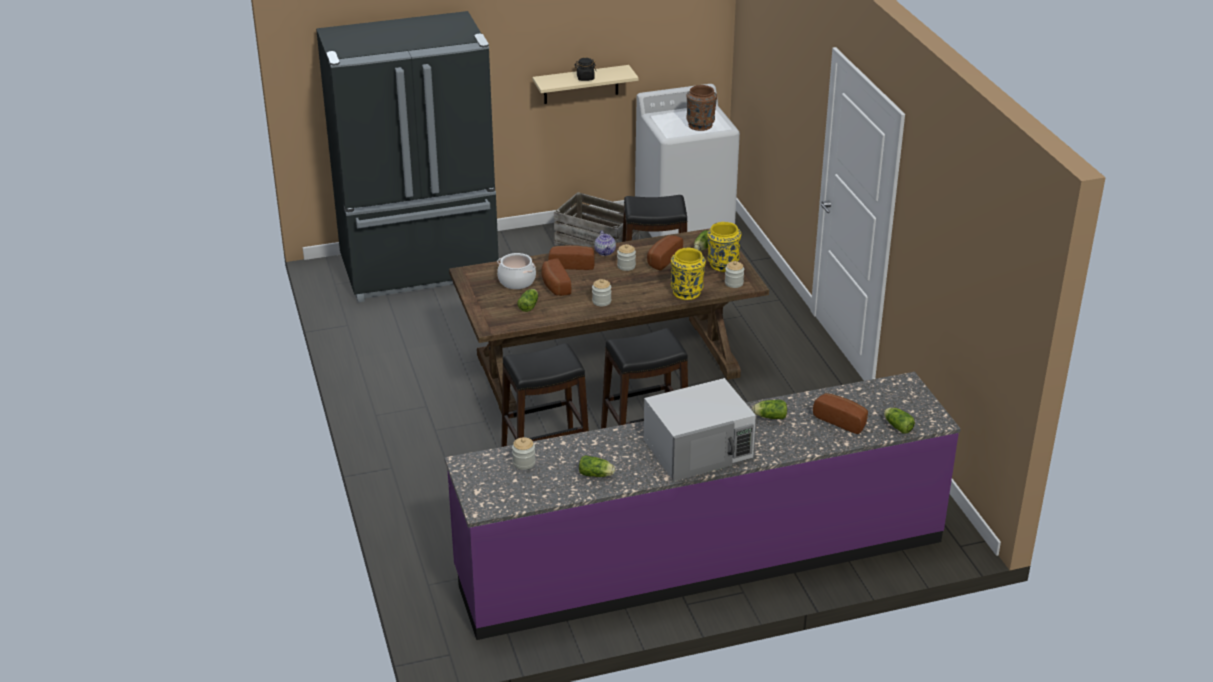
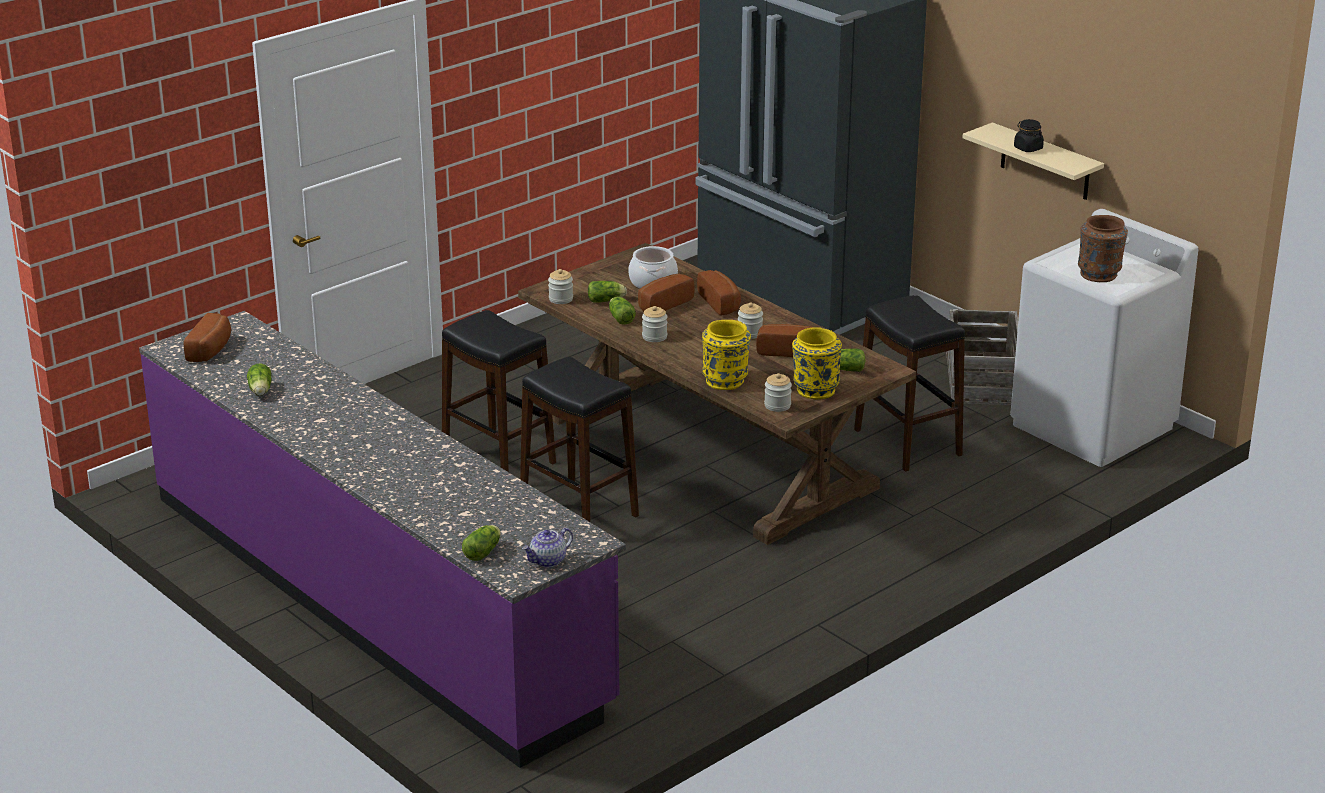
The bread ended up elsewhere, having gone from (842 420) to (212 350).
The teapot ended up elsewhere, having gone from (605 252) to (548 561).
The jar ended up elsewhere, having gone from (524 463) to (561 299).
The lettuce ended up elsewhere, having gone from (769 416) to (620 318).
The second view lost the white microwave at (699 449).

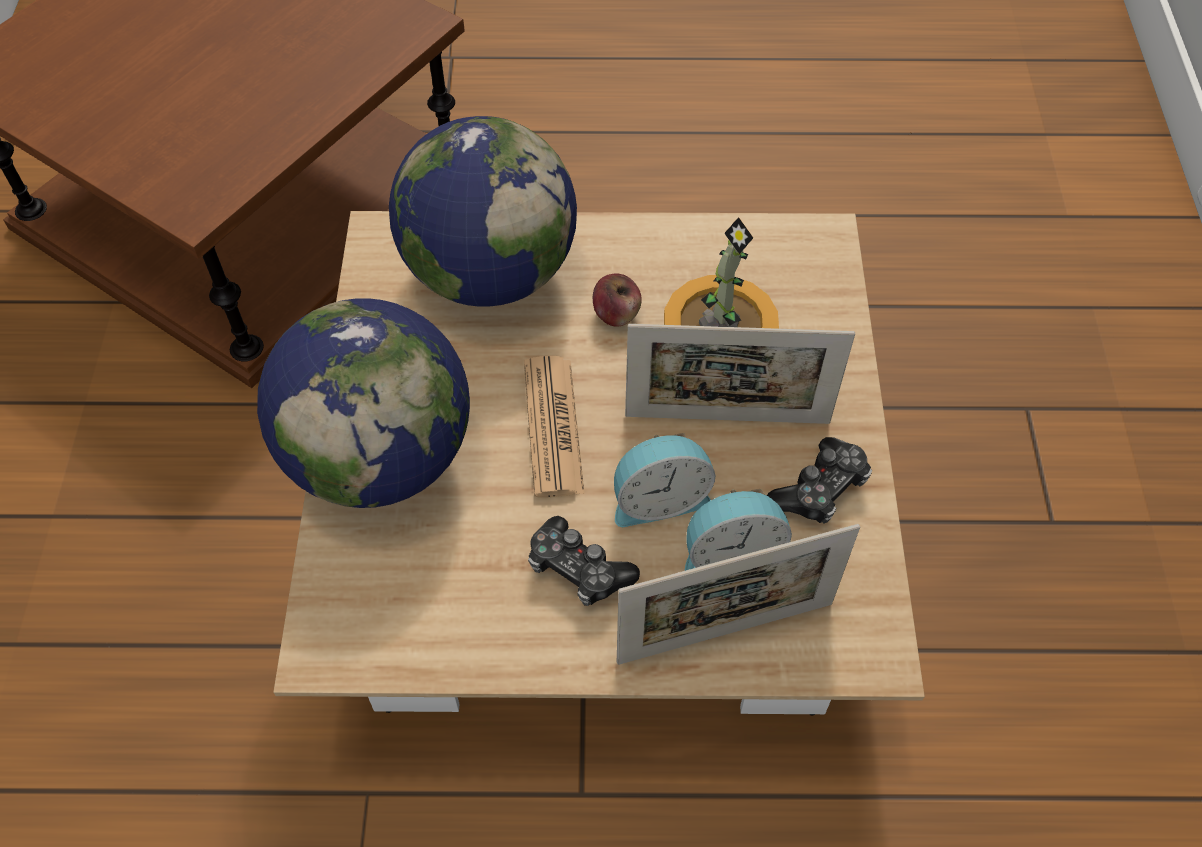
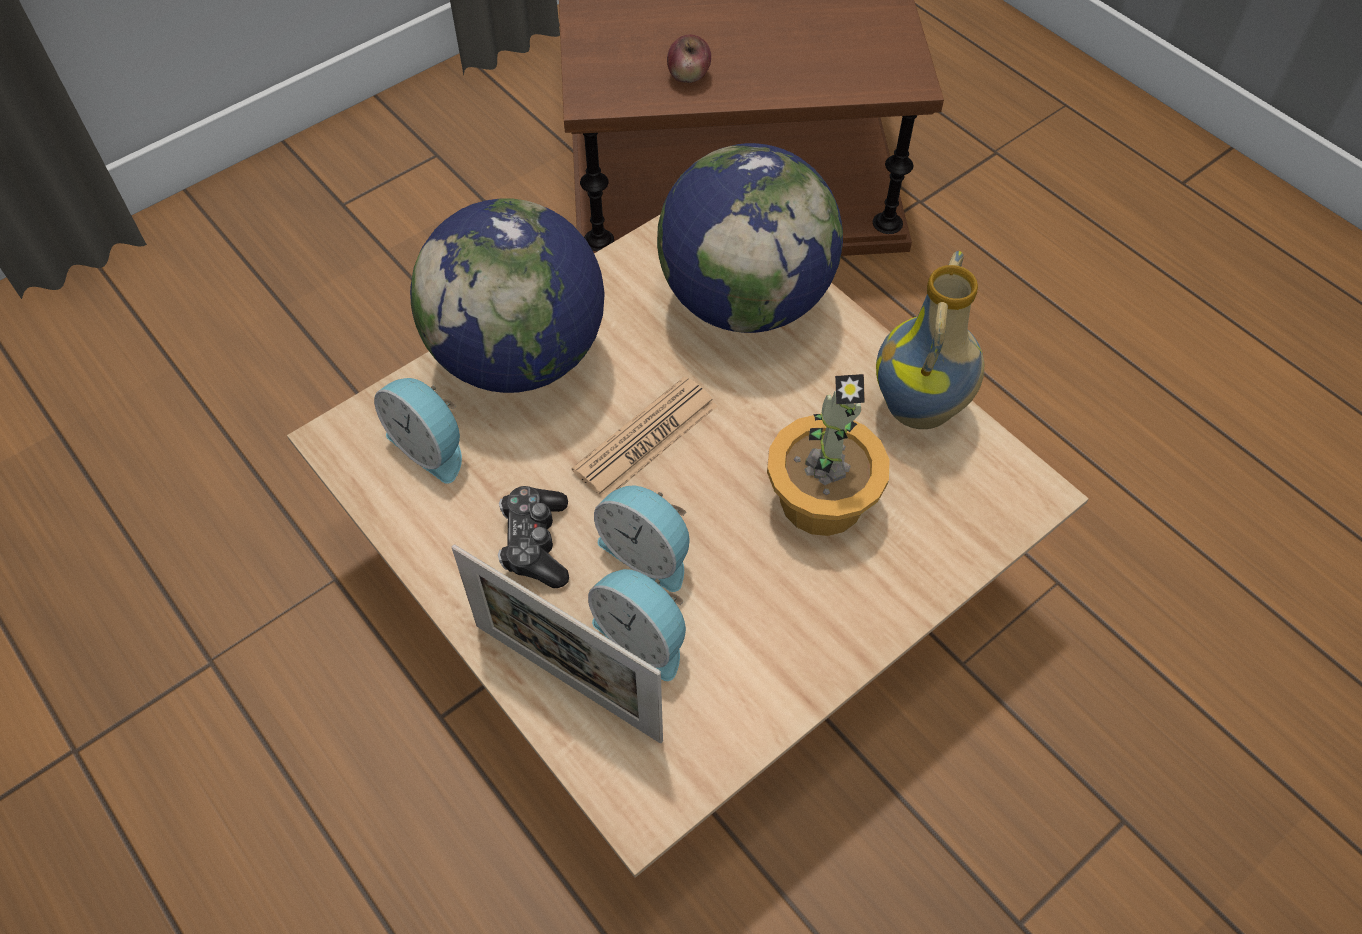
The second view gained the alarm clock at (430 446).
The apple ended up elsewhere, having gone from (616 314) to (689 76).
The second view gained the vase at (921 409).
The second view lost the picture frame at (727 419).
The second view lost the game controller at (820 490).

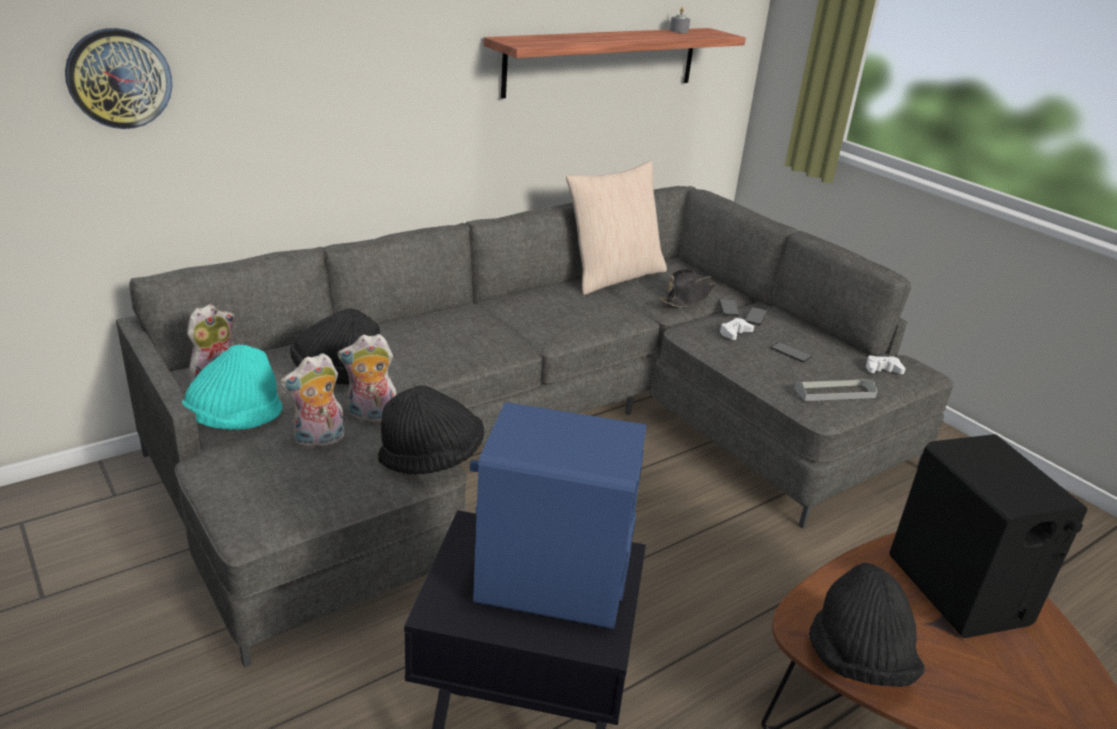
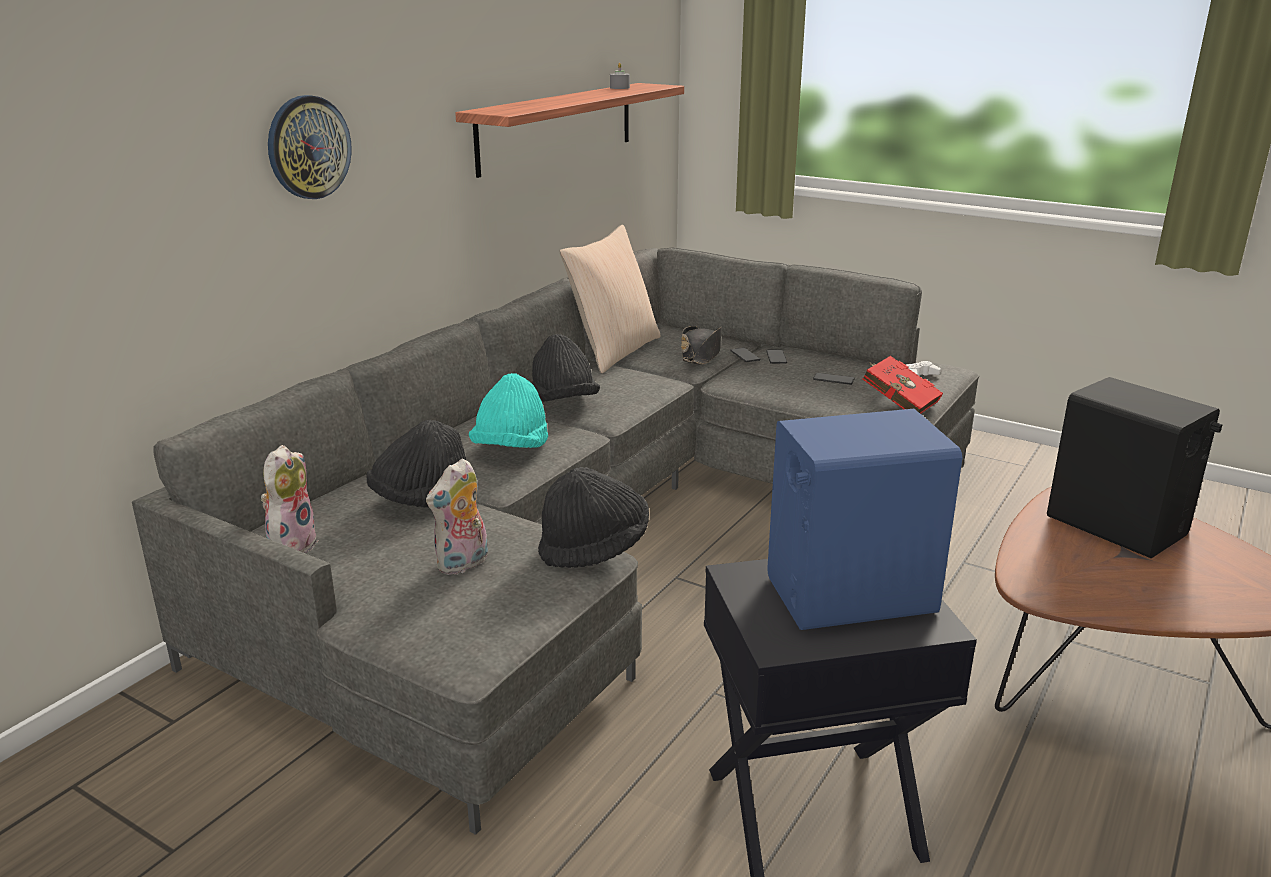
The wall clock ended up elsewhere, having gone from (119 78) to (308 147).
The turquoise hat ended up elsewhere, having gone from (234 421) to (511 449).
The black hat ended up elsewhere, having gone from (857 660) to (563 403).
Where the grey tray stood at (834 393), the red book came to stand at (897 402).
The second view lost the plush toy at (371 416).
The second view lost the white game controller at (735 333).

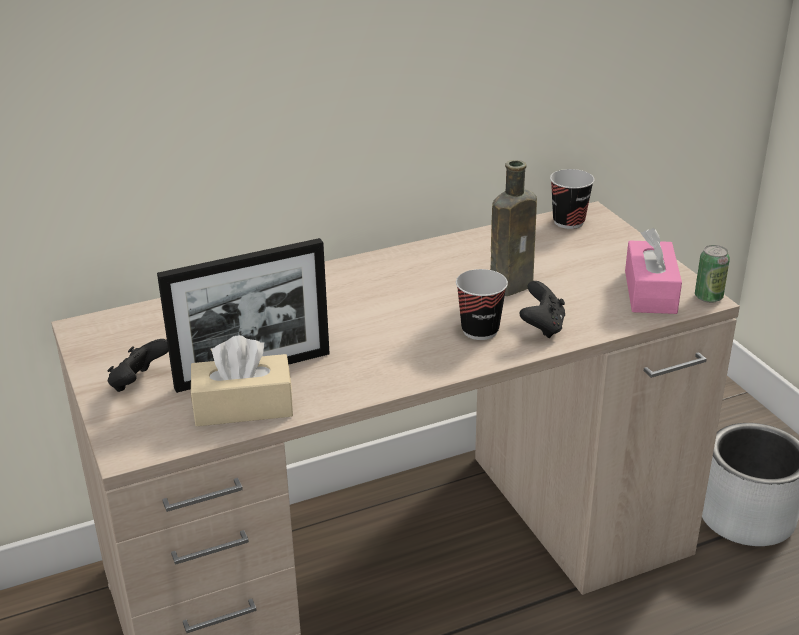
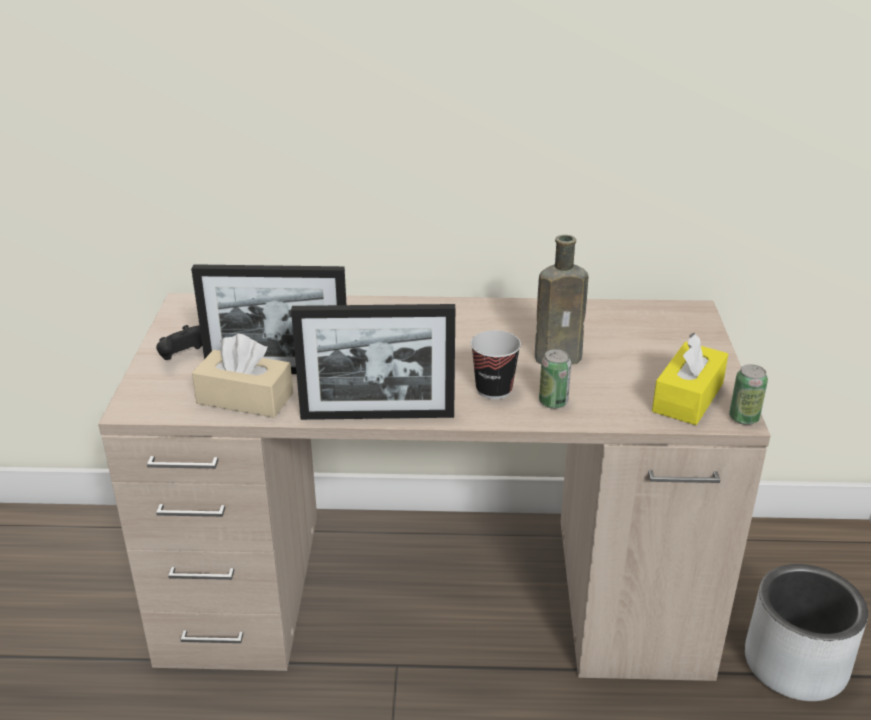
The second view gained the picture frame at (377 416).
Where the black game controller stood at (542 327), the can came to stand at (553 402).
What was the pink tissue box at (650 292) turned into the yellow tissue box at (688 397).
The second view lost the cup at (568 222).

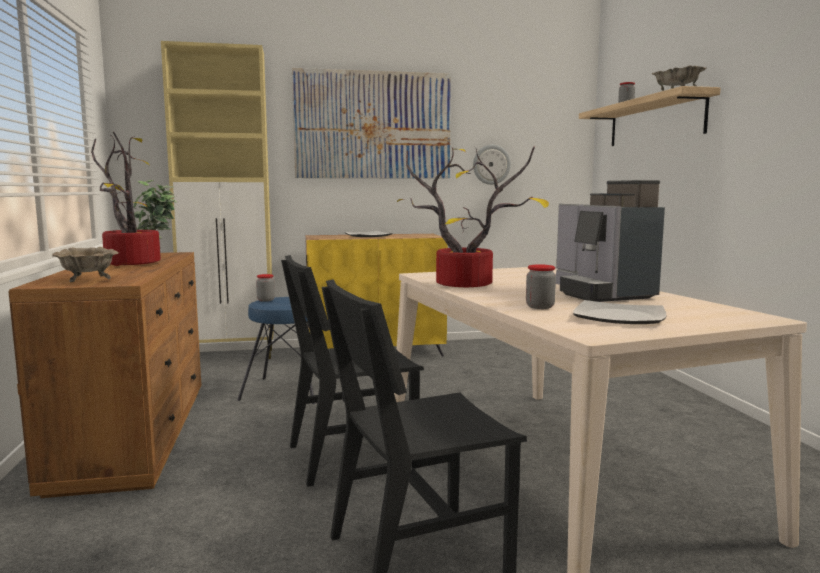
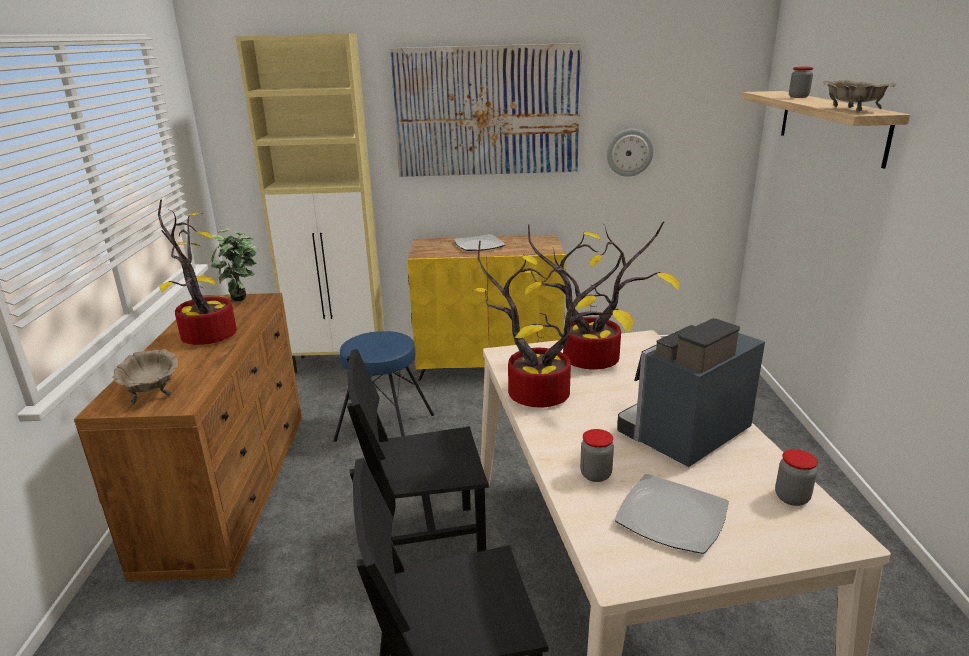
The second view gained the potted plant at (594 358).
The coffee machine at (601 294) ended up facing another way, 60 degrees clockwise from before.
The jar ended up elsewhere, having gone from (266 300) to (792 497).

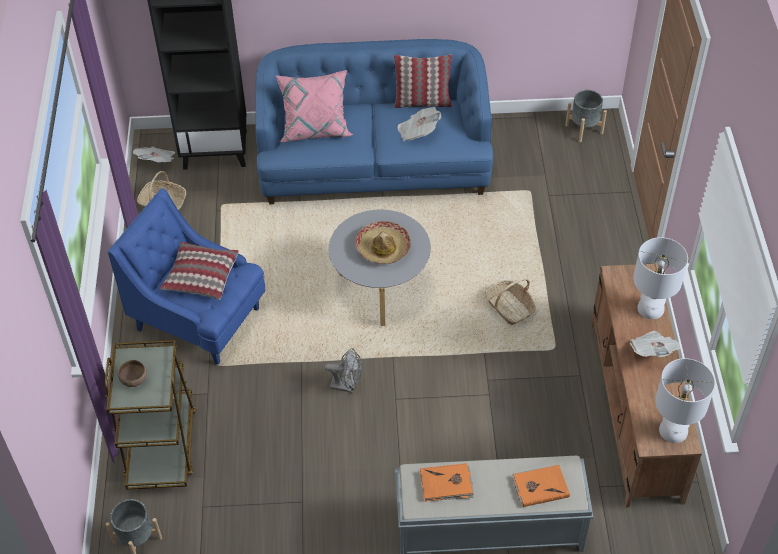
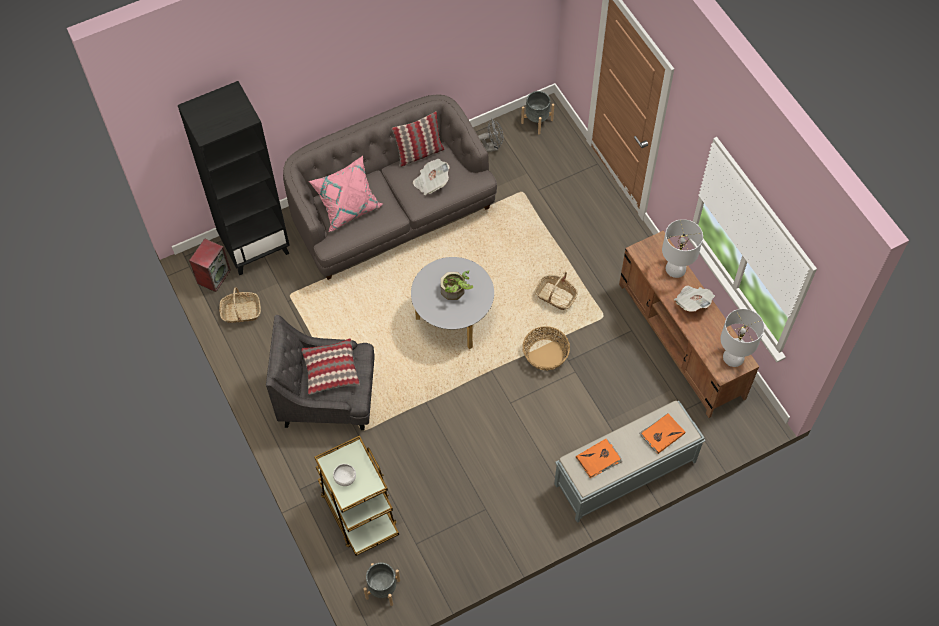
Where the newspaper stood at (157 162), the speaker came to stand at (214 276).
What was the blue armchair at (200 319) turned into the grey armchair at (329 399).
What was the blue sofa at (374 165) turned into the grey sofa at (391 213).
What was the brown bowl at (134 379) turned into the white bowl at (345 477).
Where the hat stood at (383 248), the potted plant came to stand at (455 291).
The grey fan ended up elsewhere, having gone from (347 386) to (491 147).
The second view gained the basket at (545 354).

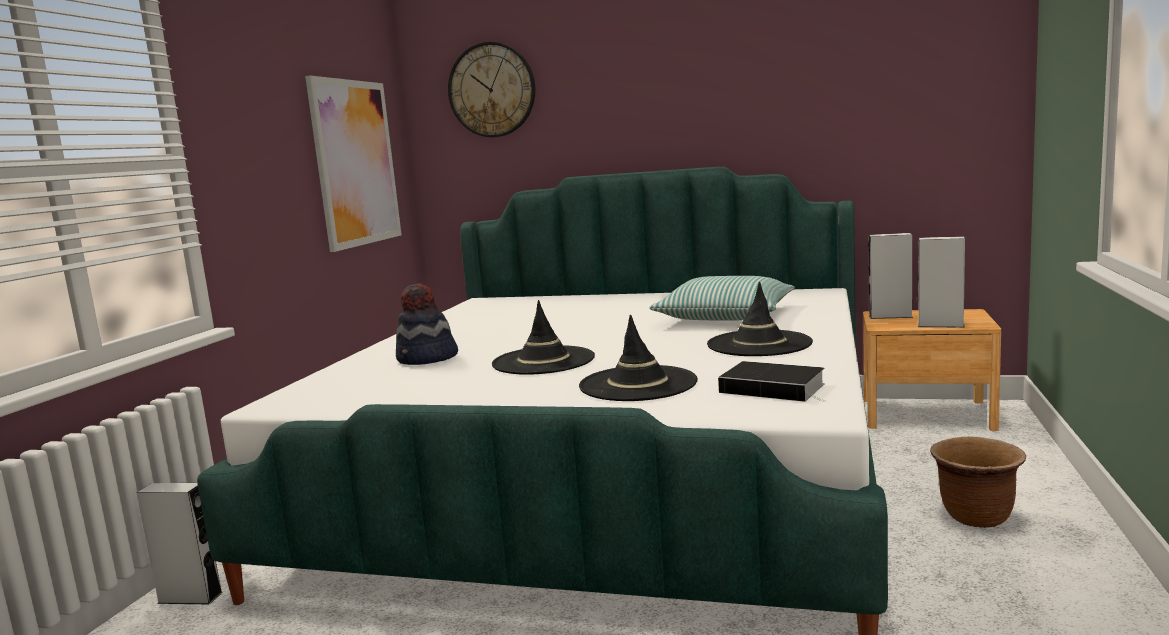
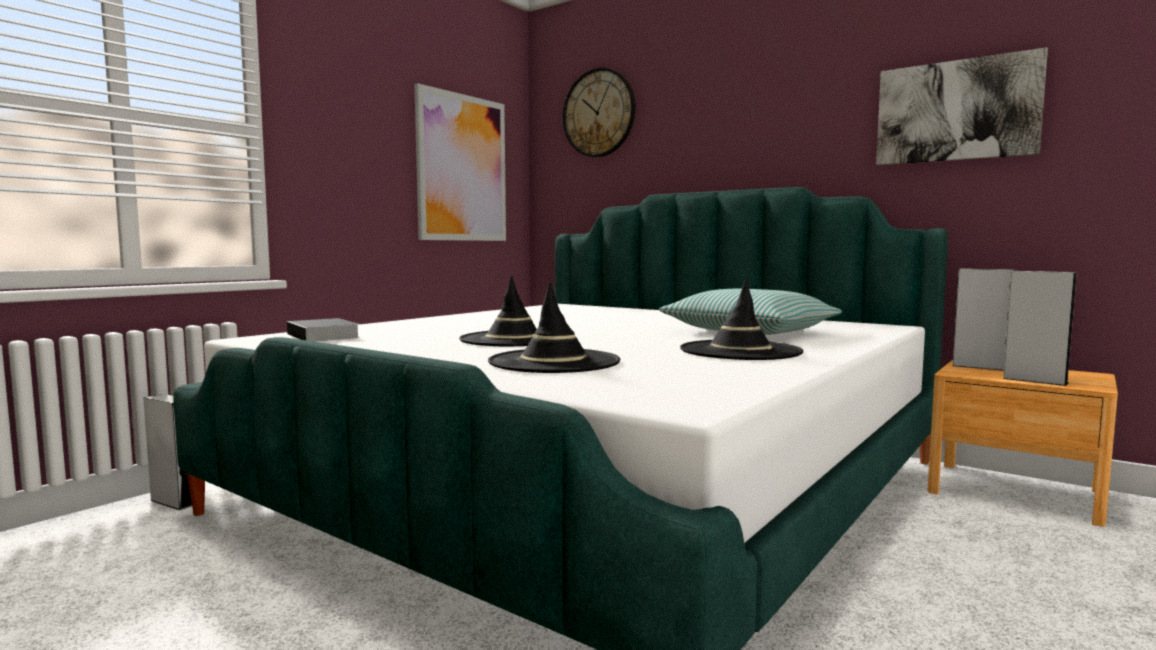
The book ended up elsewhere, having gone from (775 388) to (324 336).
The second view gained the picture at (956 111).
The second view lost the hat at (427 359).
The second view lost the brown planter at (976 517).

